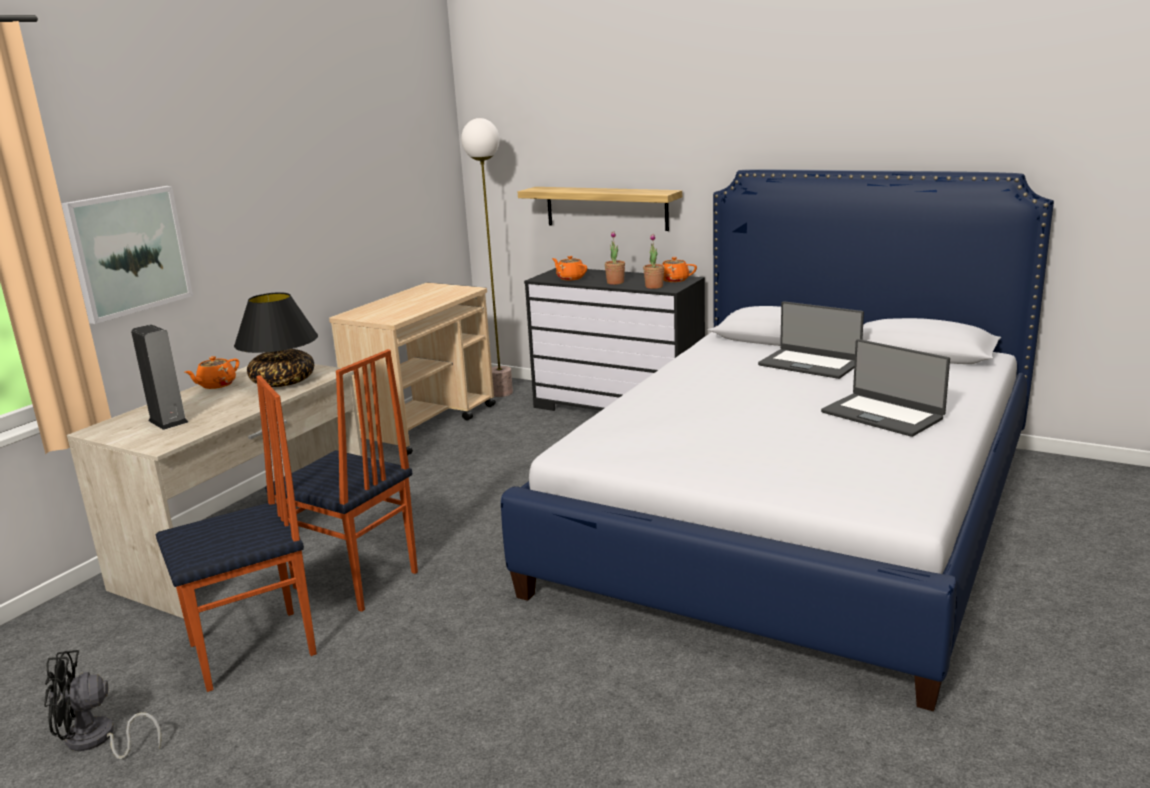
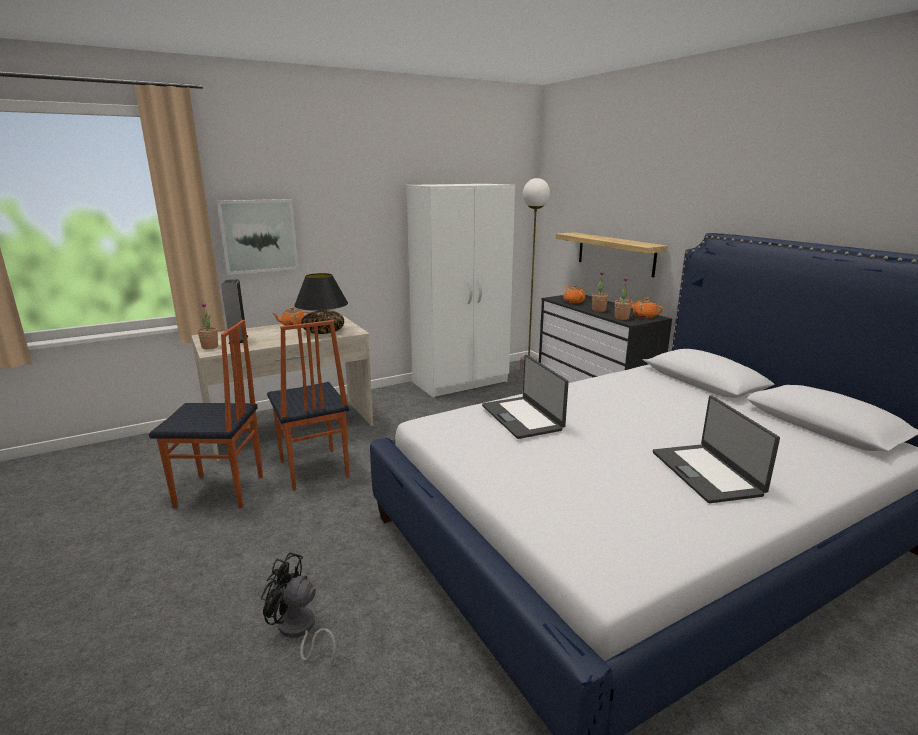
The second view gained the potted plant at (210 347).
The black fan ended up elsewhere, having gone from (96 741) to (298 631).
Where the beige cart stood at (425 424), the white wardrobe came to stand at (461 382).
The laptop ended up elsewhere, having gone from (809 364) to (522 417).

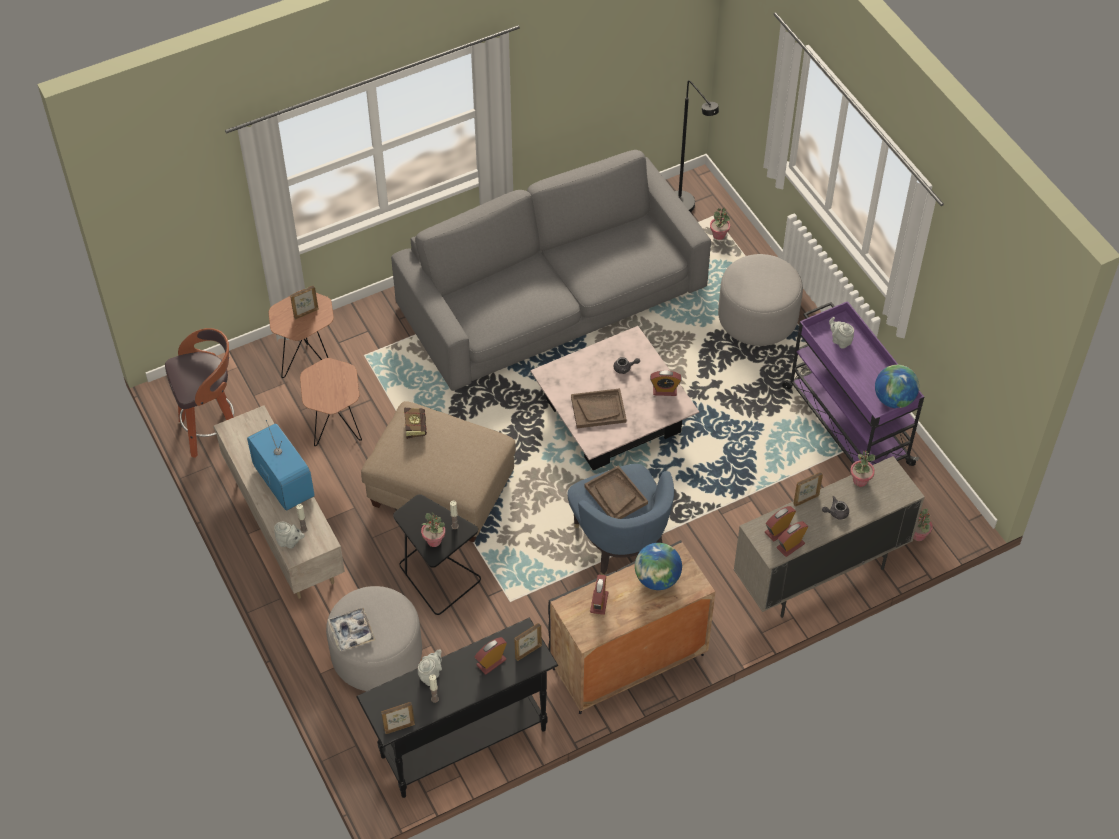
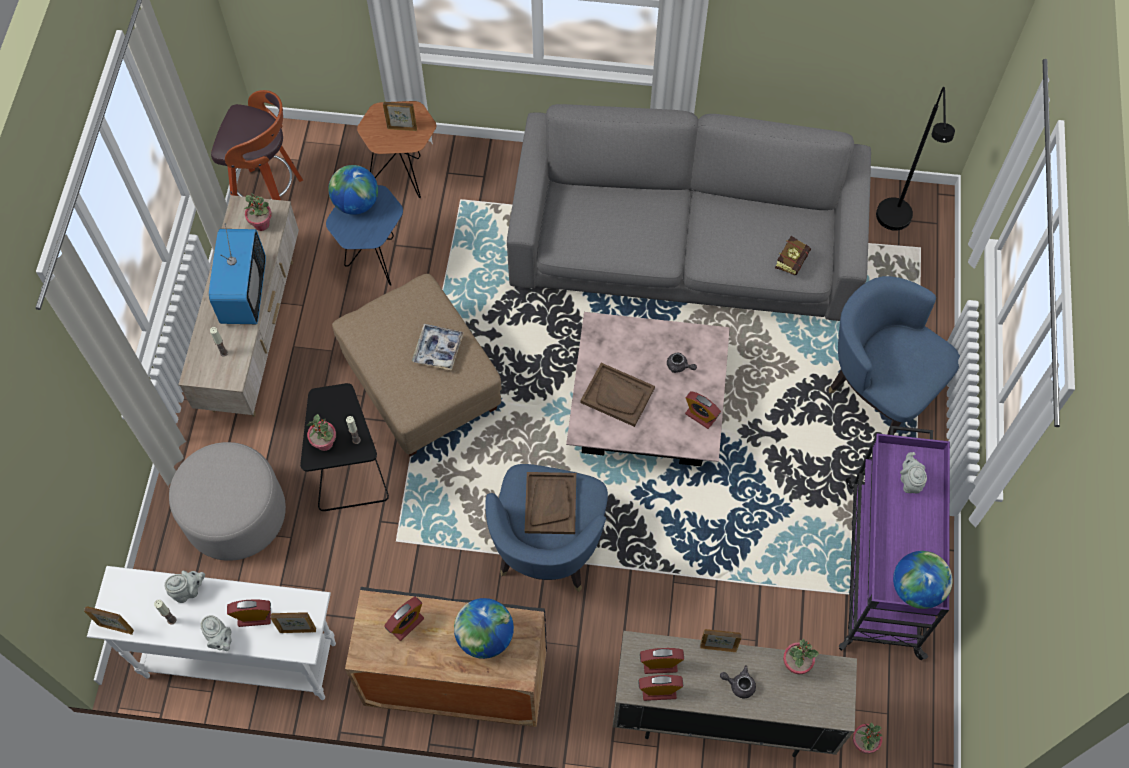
What was the black console table at (462 742) turned into the white console table at (240 659).
The grey teapot ended up elsewhere, having gone from (289 542) to (220 640).
The potted plant ended up elsewhere, having gone from (719 235) to (262 224).
What was the brown side table at (337 433) turned into the blue side table at (375 264).
The second view gained the globe at (356 203).
The tray ended up elsewhere, having gone from (351 632) to (438 349).
The book ended up elsewhere, having gone from (415 425) to (793 259).
Where the grey ottoman stood at (757 318), the blue armchair came to stand at (879 388).

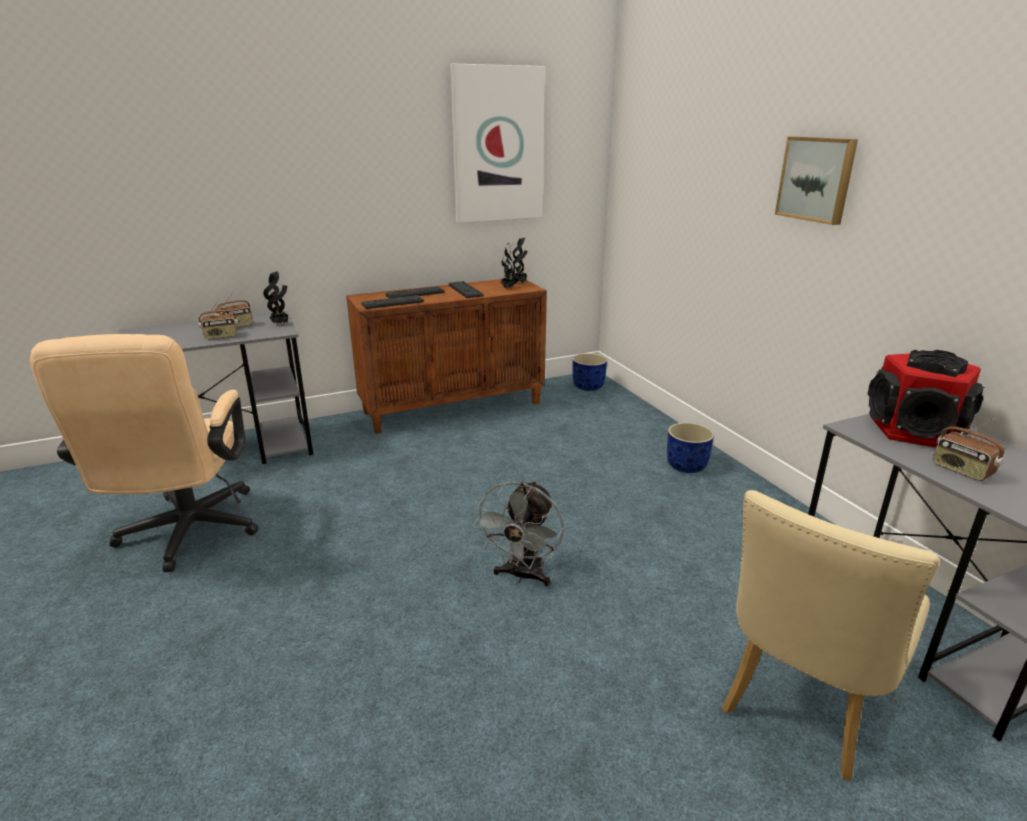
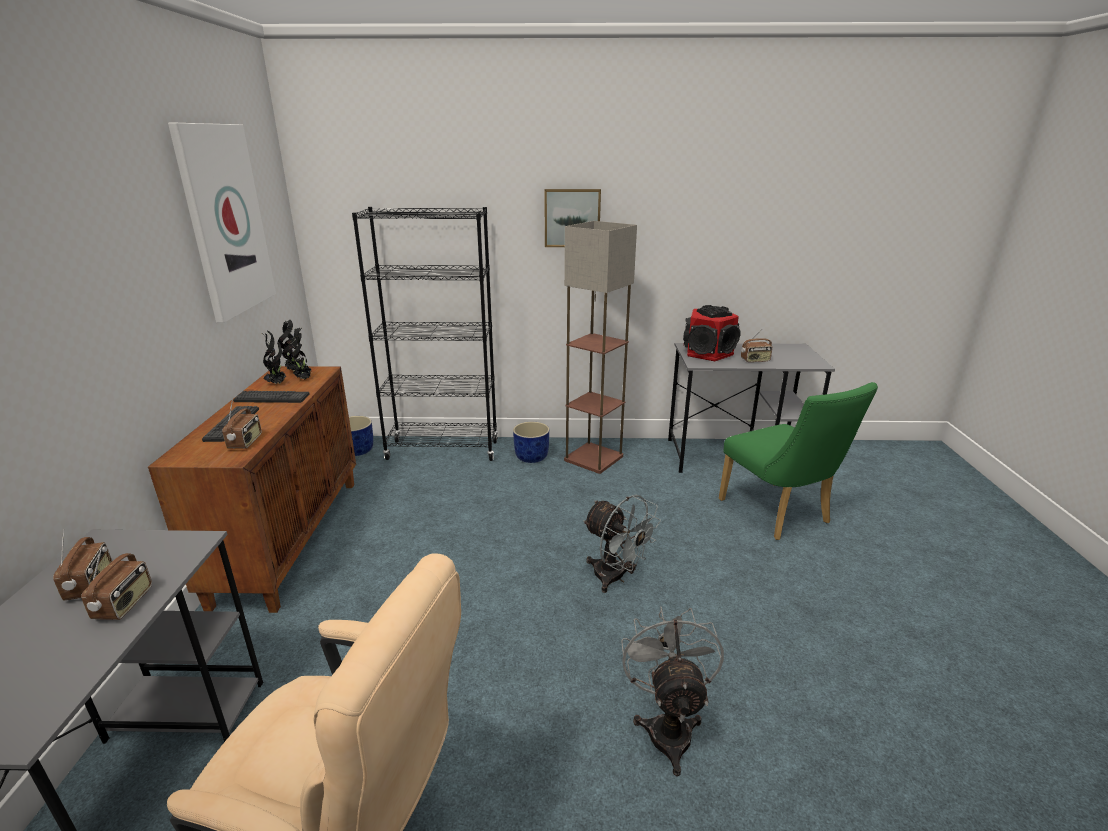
Where the keyboard stood at (393 303), the radio came to stand at (246 442).
The potted plant ended up elsewhere, having gone from (280 324) to (278 383).
The second view gained the black bookcase at (443 450).
The second view gained the floor lamp at (594 459).
The second view gained the grey fan at (667 727).
What was the beige chair at (800 708) turned into the green chair at (779 515).

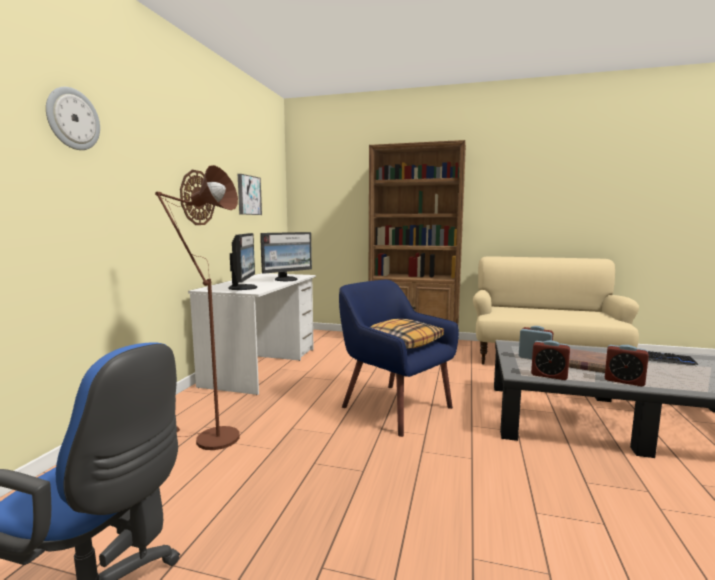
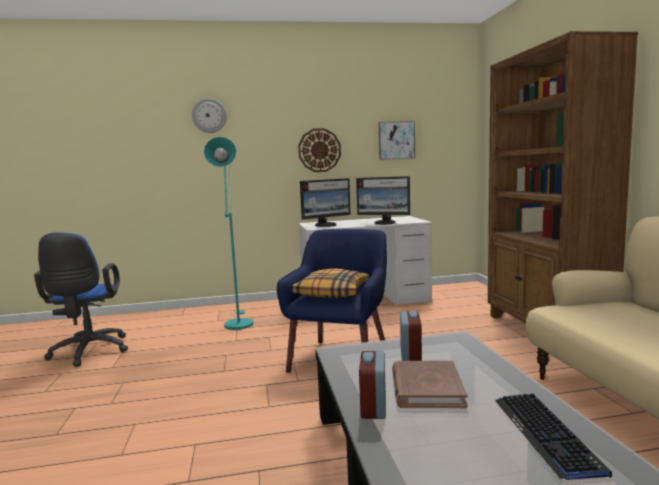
What was the brown floor lamp at (209 438) turned into the turquoise floor lamp at (237 322).
The second view lost the alarm clock at (549 375).

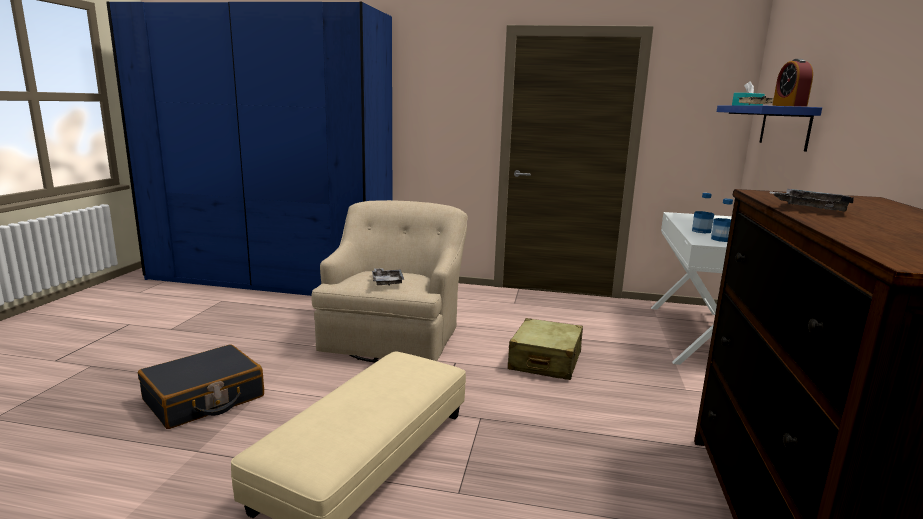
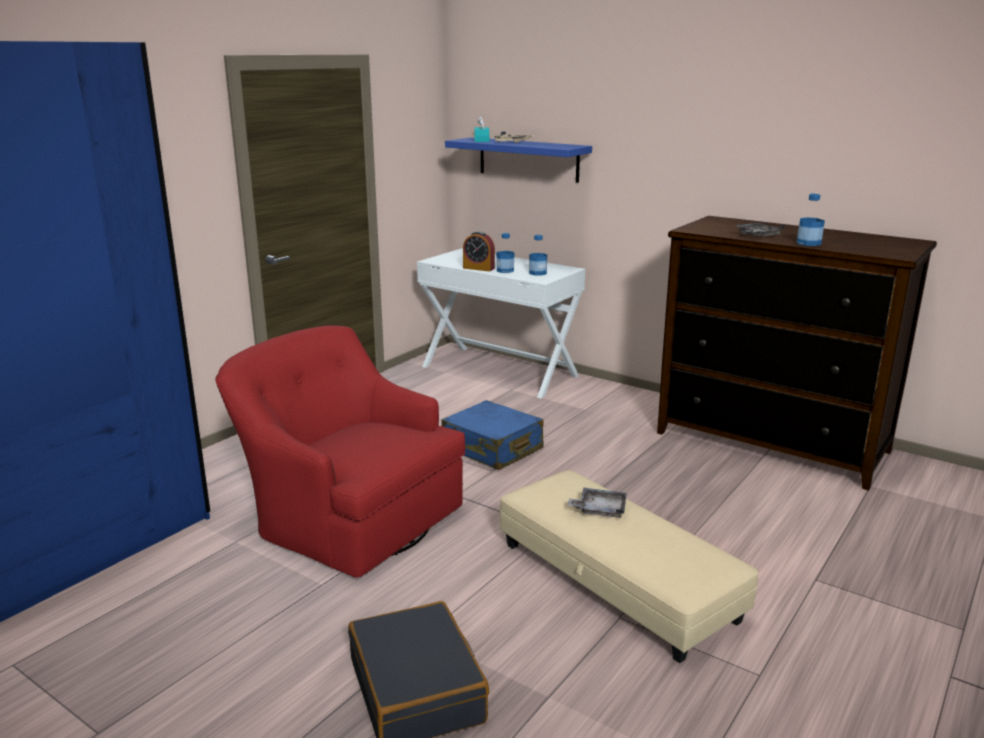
What was the beige armchair at (394 335) turned into the red armchair at (349 518).
What was the beige suitcase at (545 361) turned into the blue suitcase at (492 449).
The alarm clock ended up elsewhere, having gone from (789 106) to (478 268).
The grey tray ended up elsewhere, having gone from (387 282) to (599 510).
The second view gained the bottle at (808 243).

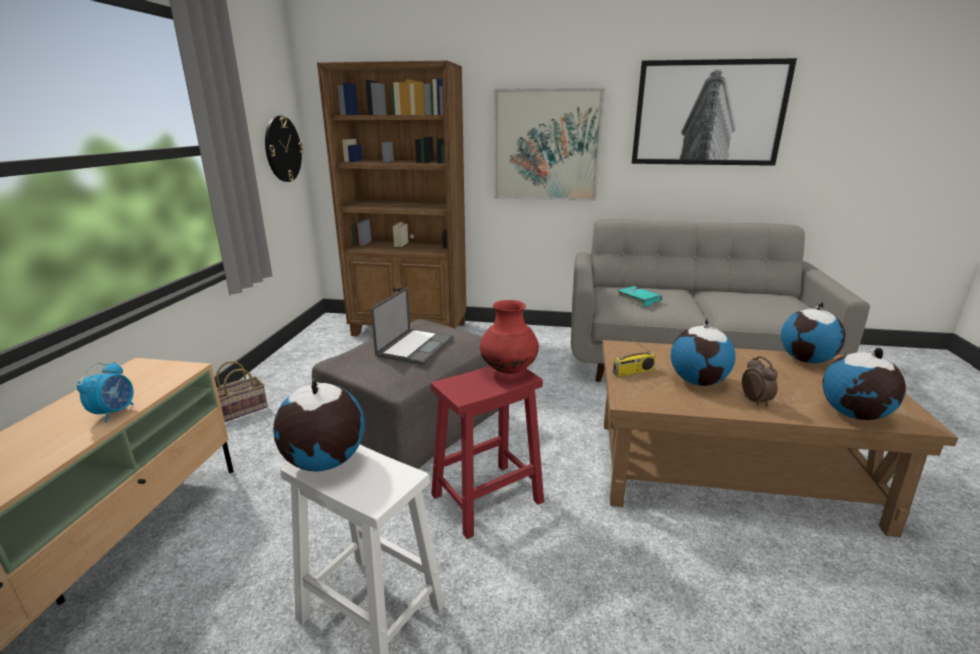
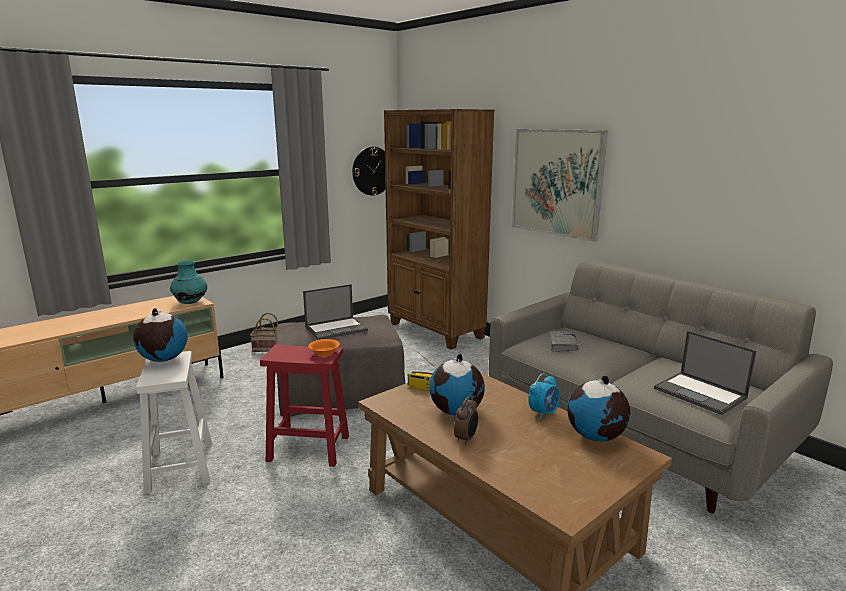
The second view gained the turquoise vase at (190 302).
Where the red vase stood at (509 370), the orange bowl came to stand at (324 352).
The alarm clock ended up elsewhere, having gone from (114 412) to (543 413).
What was the turquoise book at (638 300) turned into the grey book at (562 345).
The second view gained the laptop at (701 393).
The second view lost the picture at (708 113).
The second view lost the globe at (854 415).

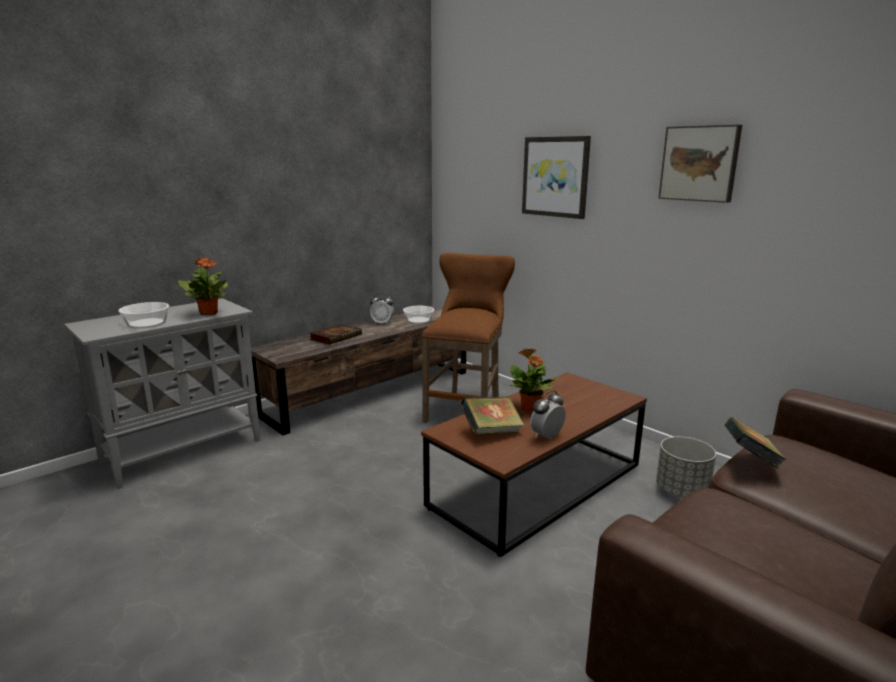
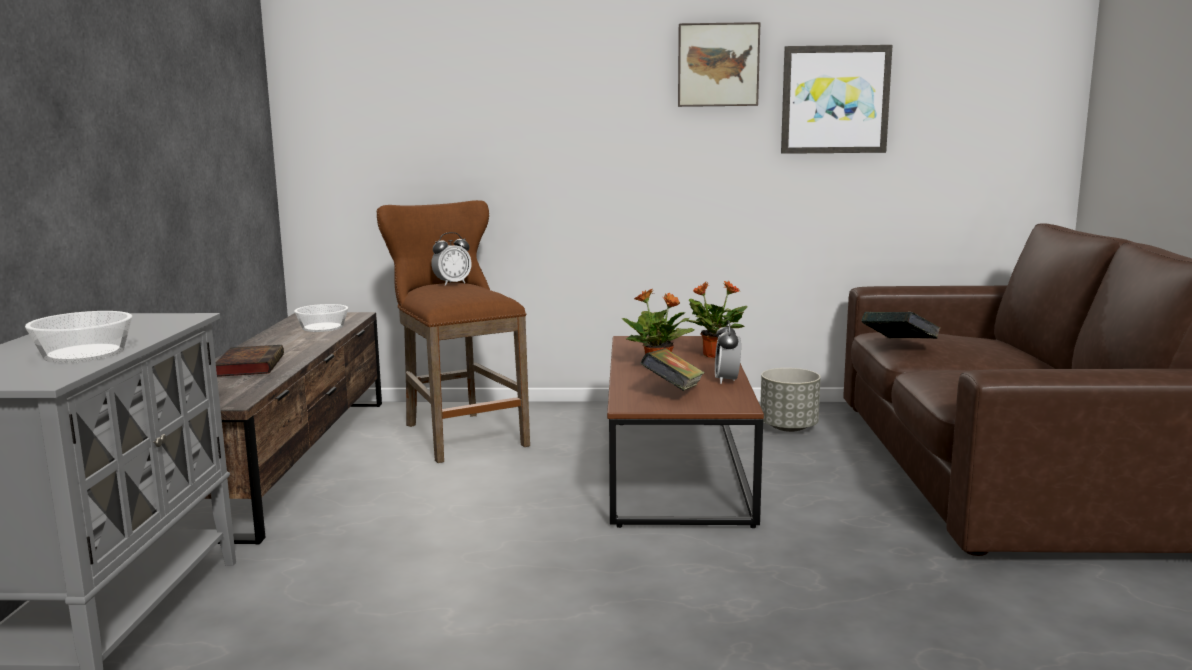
The alarm clock ended up elsewhere, having gone from (382 323) to (452 283).
The potted plant ended up elsewhere, having gone from (209 313) to (713 355).
The picture ended up elsewhere, having gone from (555 177) to (835 100).

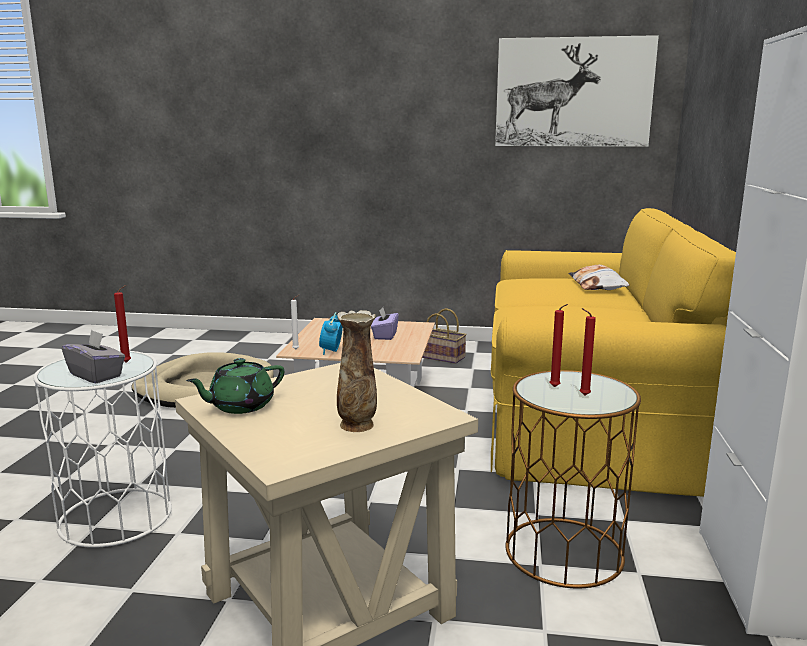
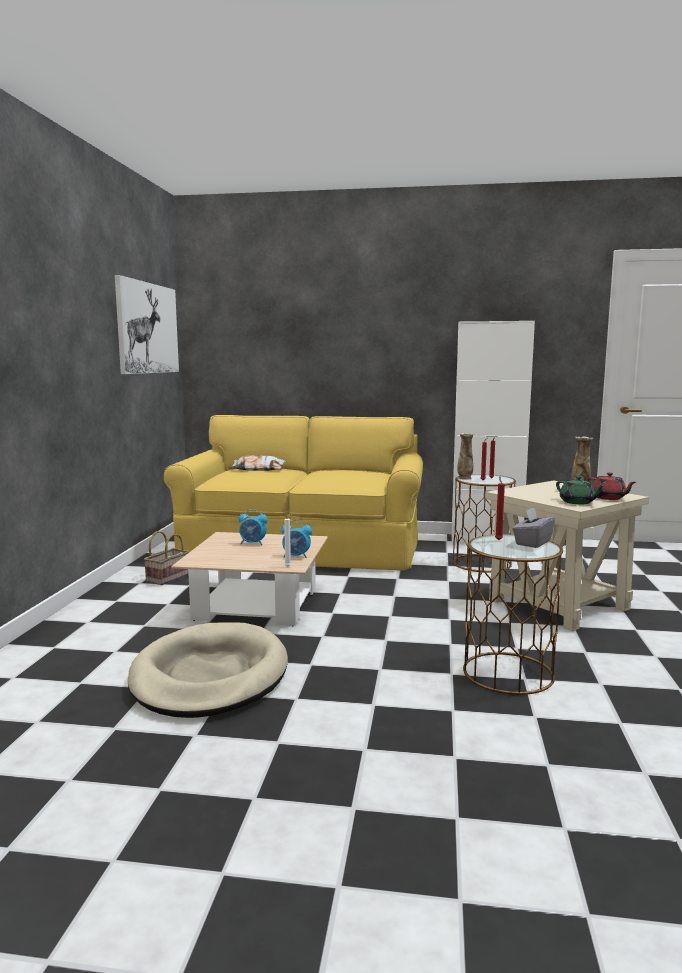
Where the purple tissue box stood at (384 335), the alarm clock came to stand at (253 543).
The second view gained the vase at (465 478).
What was the white side table at (115 517) turned into the brown side table at (508 673).
The second view gained the red teapot at (608 498).

